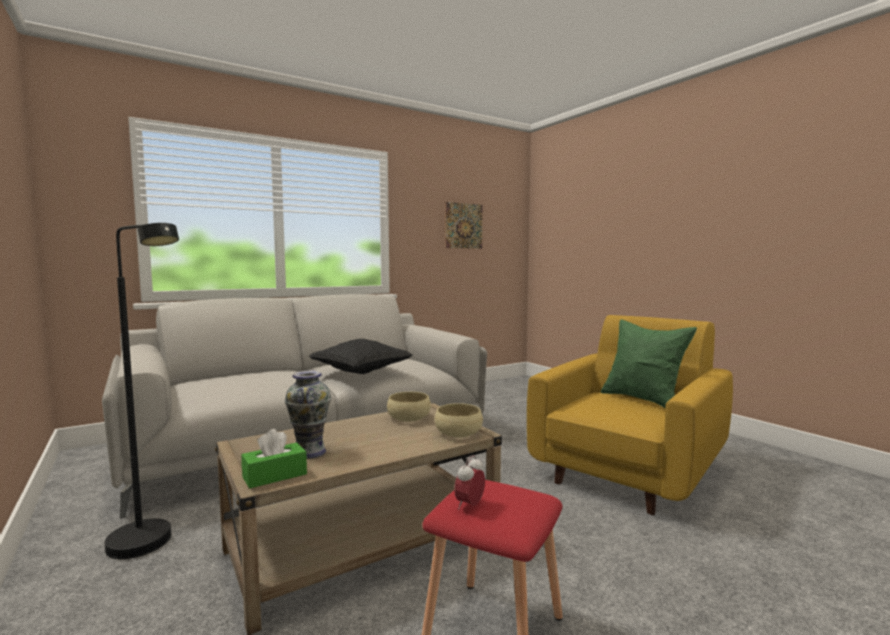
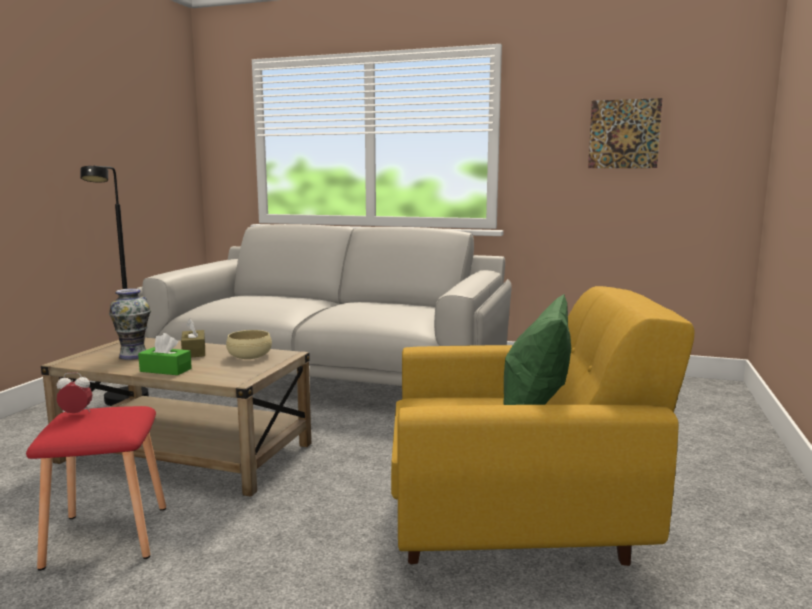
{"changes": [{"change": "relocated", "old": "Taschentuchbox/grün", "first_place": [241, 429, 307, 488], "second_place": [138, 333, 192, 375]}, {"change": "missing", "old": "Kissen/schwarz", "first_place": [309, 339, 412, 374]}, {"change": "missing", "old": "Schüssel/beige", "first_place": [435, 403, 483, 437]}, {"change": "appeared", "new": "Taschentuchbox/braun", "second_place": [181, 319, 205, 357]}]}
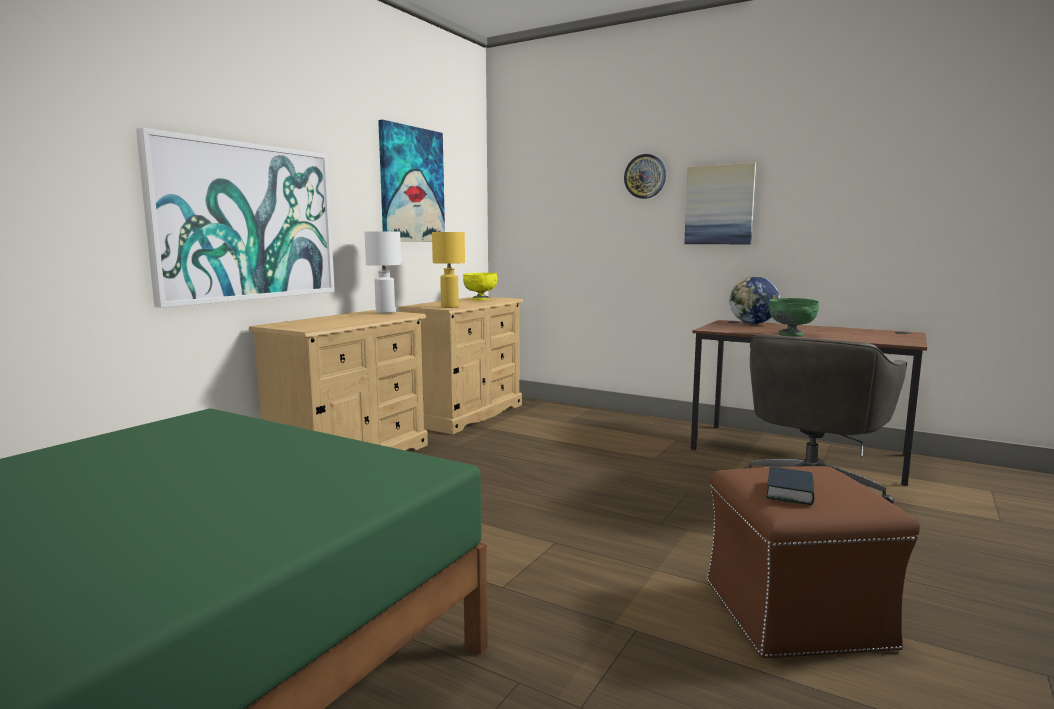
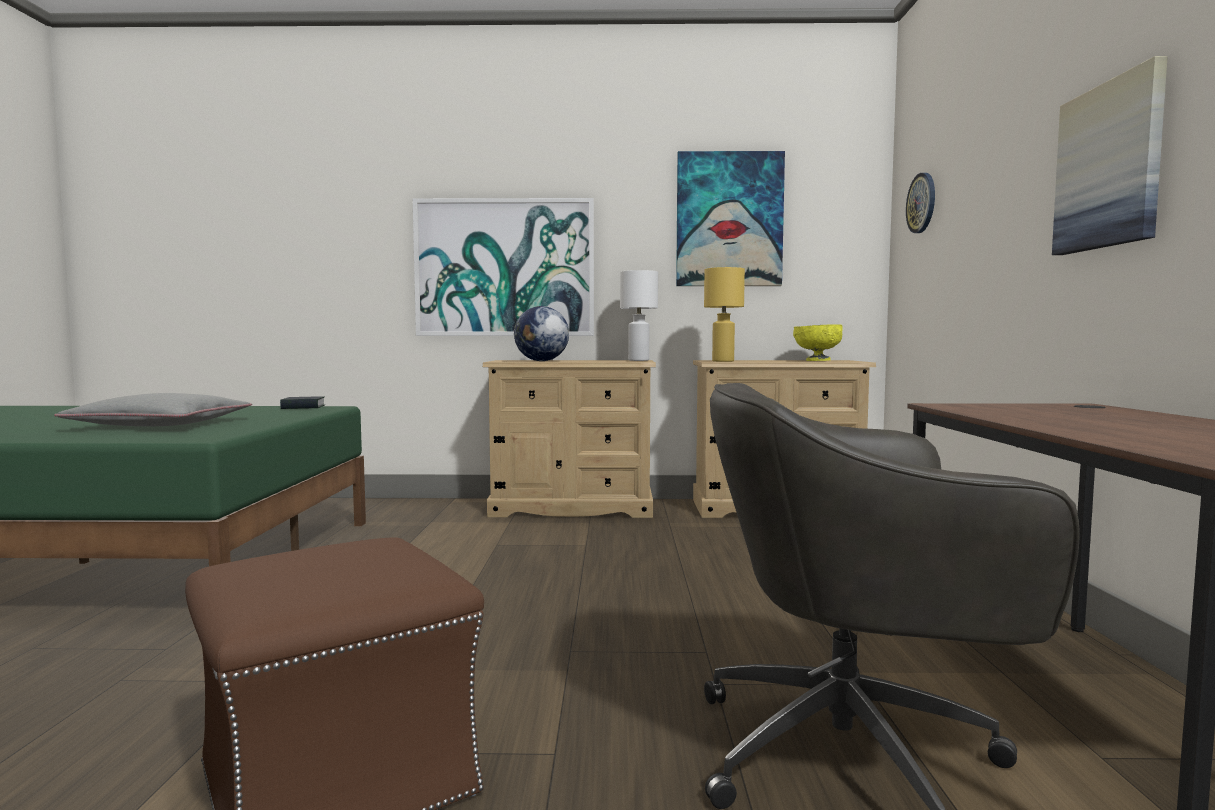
{"changes": [{"change": "relocated", "old": "Wanduhr", "first_place": [624, 154, 666, 199], "second_place": [906, 173, 935, 233]}, {"change": "relocated", "old": "Globus", "first_place": [730, 277, 780, 324], "second_place": [514, 306, 569, 361]}, {"change": "relocated", "old": "Buch", "first_place": [766, 467, 814, 505], "second_place": [280, 396, 325, 409]}, {"change": "missing", "old": "Schüssel/grün", "first_place": [769, 298, 819, 337]}, {"change": "appeared", "new": "Kissen/grau", "second_place": [54, 393, 252, 426]}]}
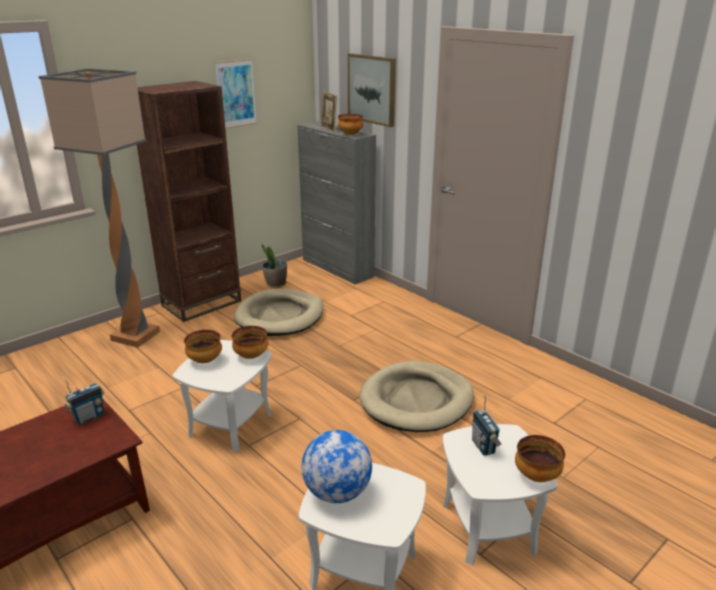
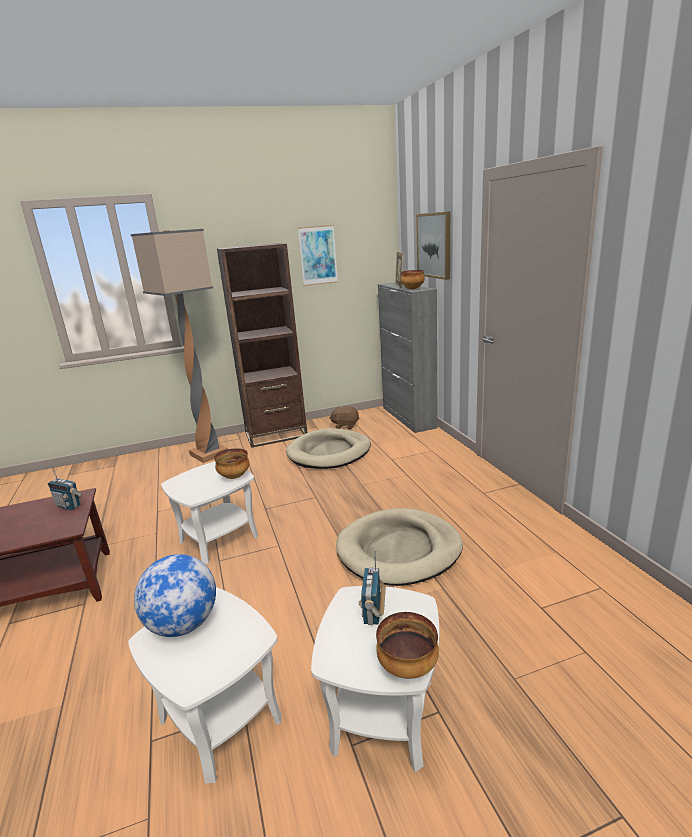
{"changes": [{"change": "spun", "old": "Radio", "first_place": [64, 380, 104, 425], "second_place": [48, 465, 82, 510], "degrees": 45}, {"change": "missing", "old": "Schüssel", "first_place": [184, 330, 222, 363]}, {"change": "exchanged", "old": "Topfpflanze", "new": "Plüschtier/braun", "first_place": [262, 244, 287, 288], "second_place": [329, 406, 359, 429]}]}
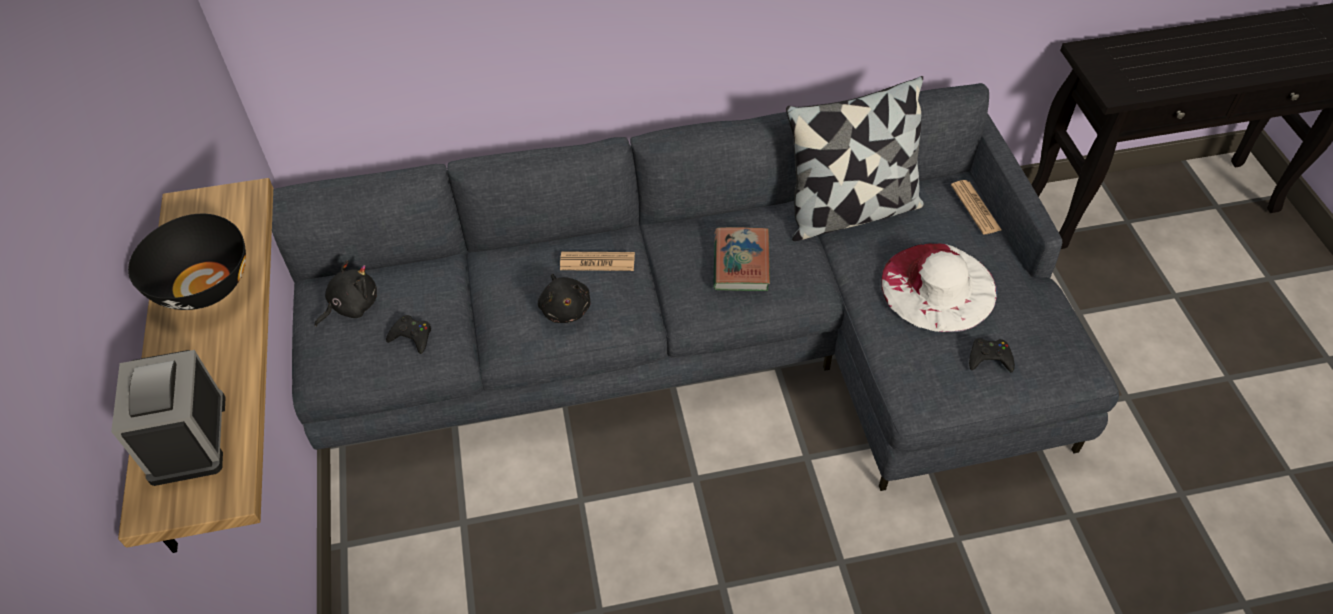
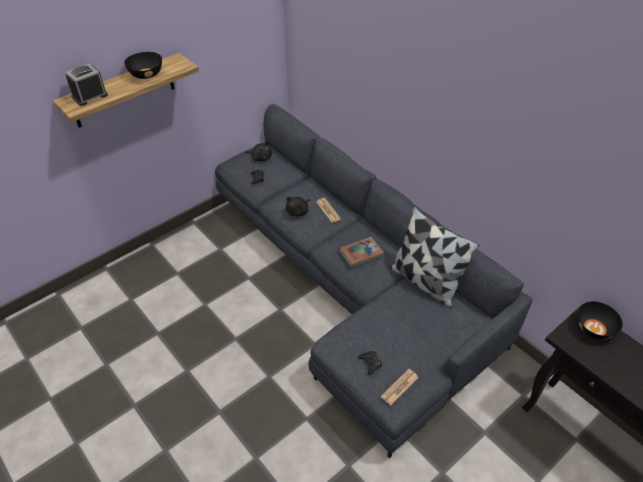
{"changes": [{"change": "missing", "old": "Hut/weiß", "first_place": [881, 243, 997, 332]}, {"change": "relocated", "old": "Zeitung", "first_place": [951, 180, 1002, 234], "second_place": [381, 369, 419, 405]}, {"change": "appeared", "new": "Schüssel/schwarz", "second_place": [578, 301, 623, 340]}]}
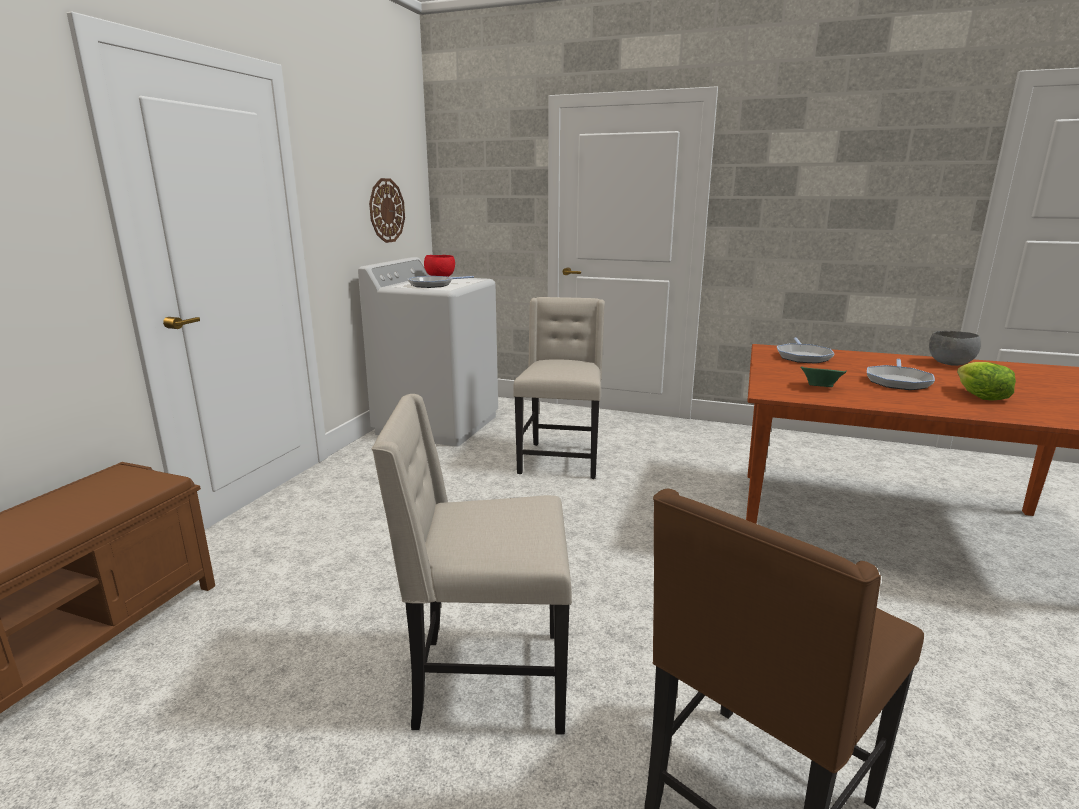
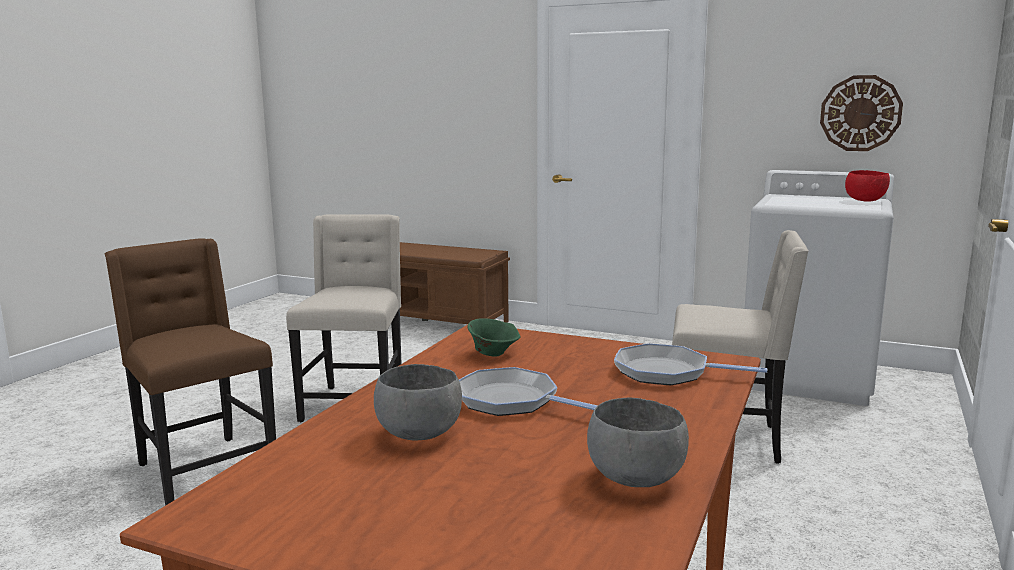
{"changes": [{"change": "missing", "old": "Pfanne", "first_place": [408, 276, 474, 288]}, {"change": "exchanged", "old": "Salatkopf", "new": "Schüssel/grau", "first_place": [957, 362, 1016, 401], "second_place": [374, 364, 462, 441]}]}
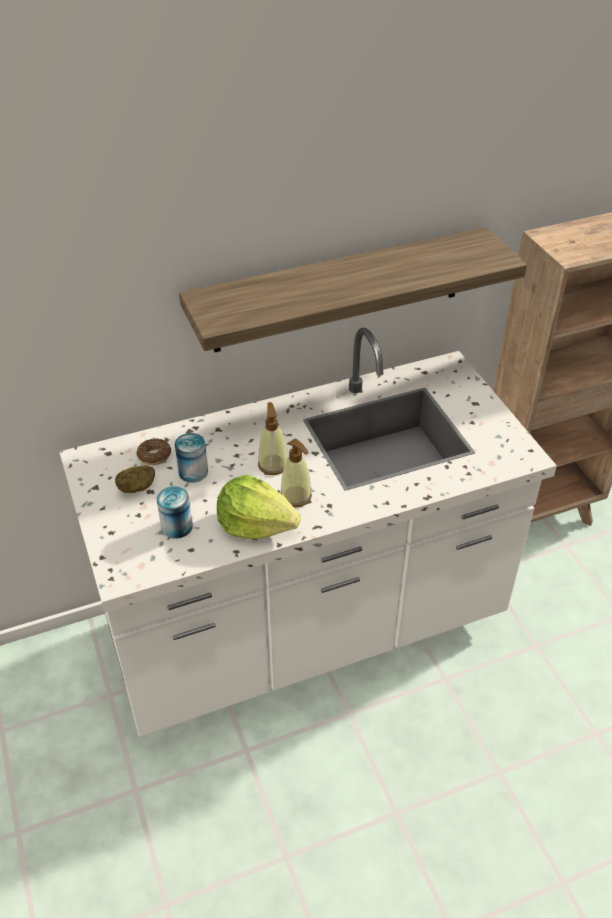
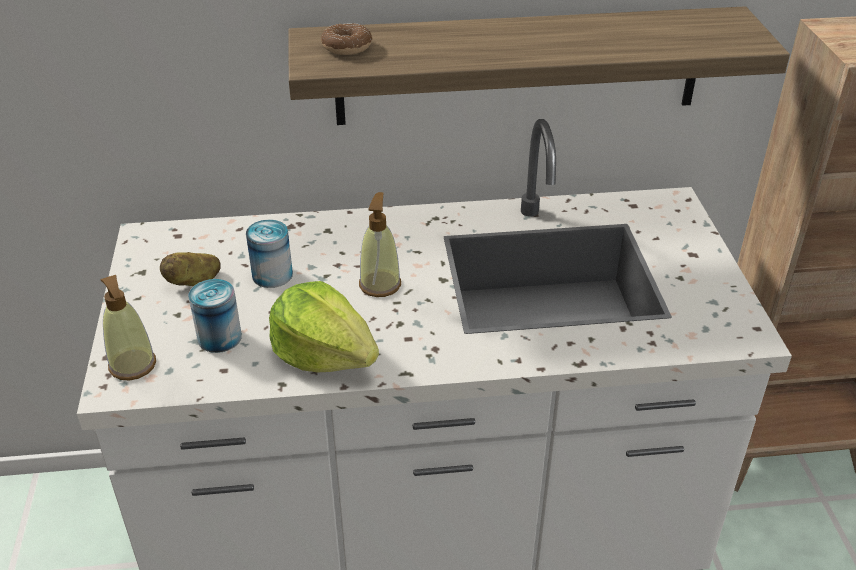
{"changes": [{"change": "relocated", "old": "Donut", "first_place": [136, 438, 171, 465], "second_place": [321, 23, 373, 55]}, {"change": "relocated", "old": "Seifenspender", "first_place": [280, 439, 312, 507], "second_place": [100, 275, 156, 381]}]}
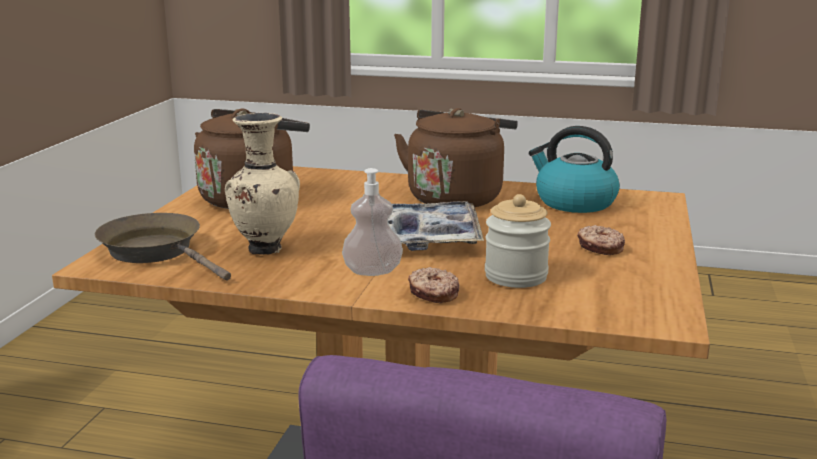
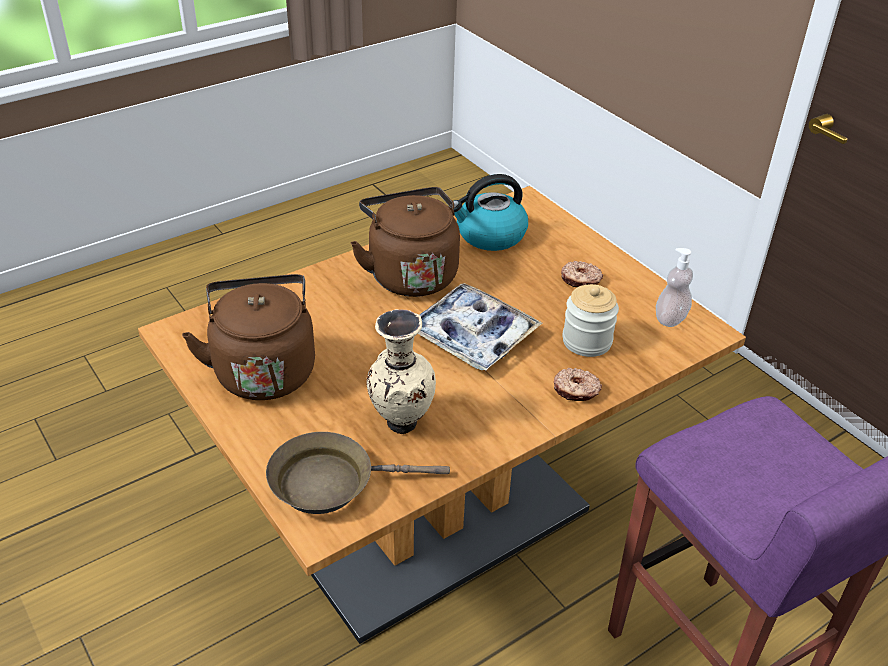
{"changes": [{"change": "relocated", "old": "Seifenspender", "first_place": [342, 168, 403, 276], "second_place": [656, 248, 693, 327]}]}
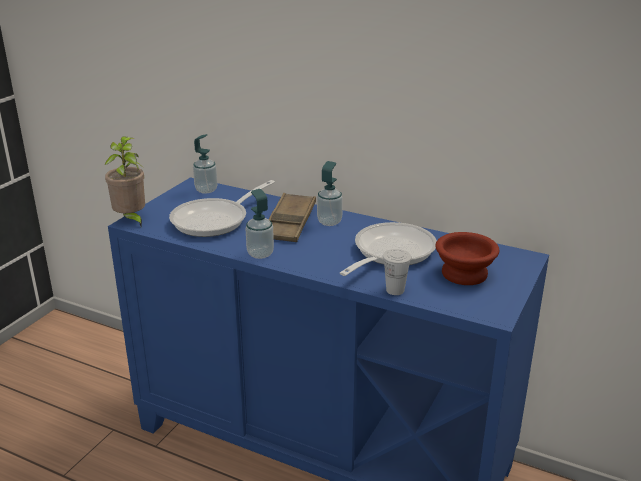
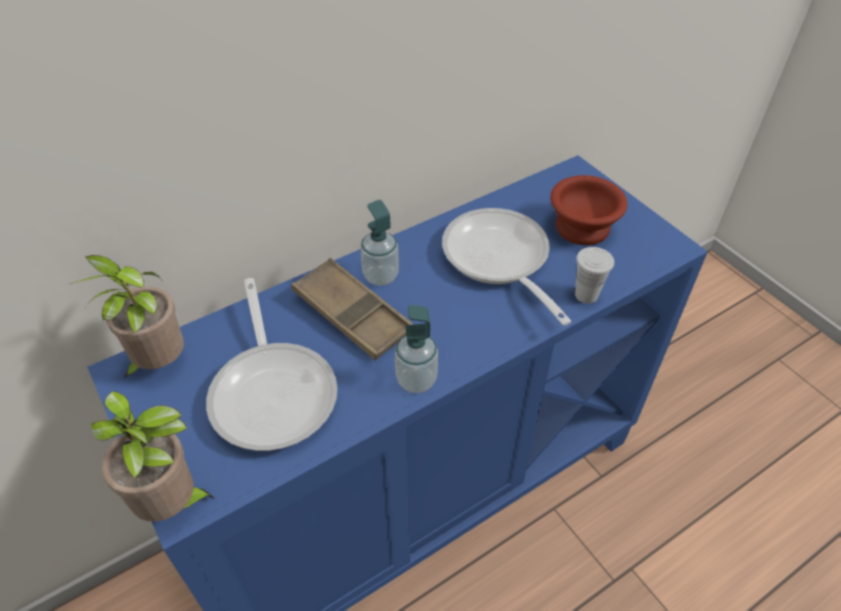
{"changes": [{"change": "exchanged", "old": "Seifenspender", "new": "Topfpflanze", "first_place": [193, 134, 218, 194], "second_place": [69, 255, 184, 378]}]}
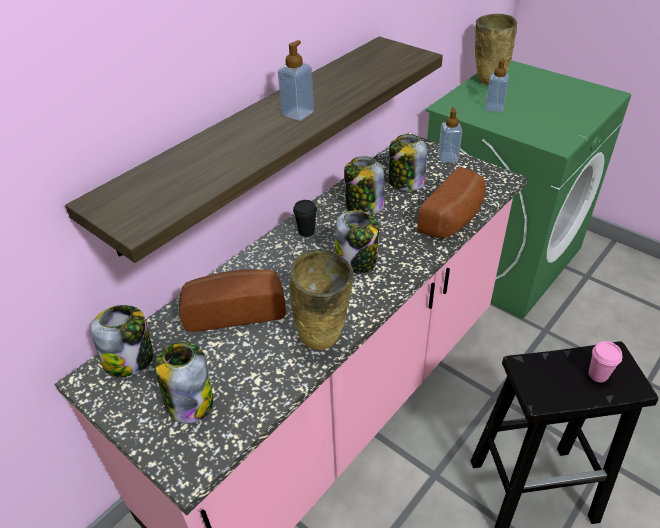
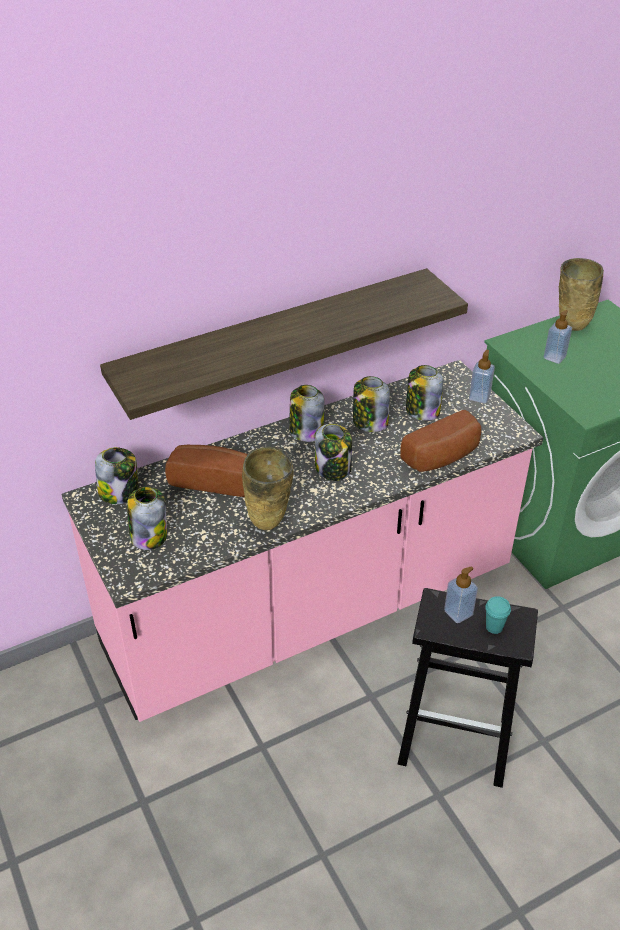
{"changes": [{"change": "relocated", "old": "Seifenspender", "first_place": [278, 40, 314, 121], "second_place": [444, 566, 478, 623]}, {"change": "exchanged", "old": "Tasse/schwarz", "new": "Vorratsglas", "first_place": [293, 200, 317, 237], "second_place": [289, 385, 324, 442]}, {"change": "colour", "old": "Tasse/rosa", "new": "Tasse/türkis", "first_place": [589, 341, 622, 382], "second_place": [485, 596, 511, 634]}]}
